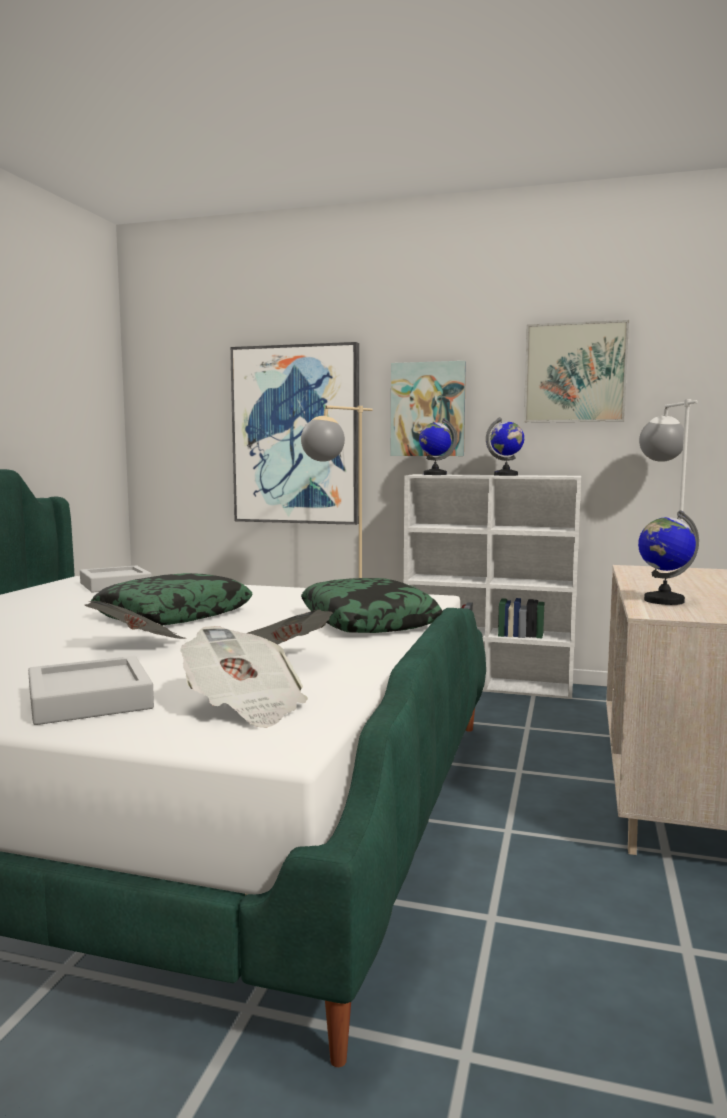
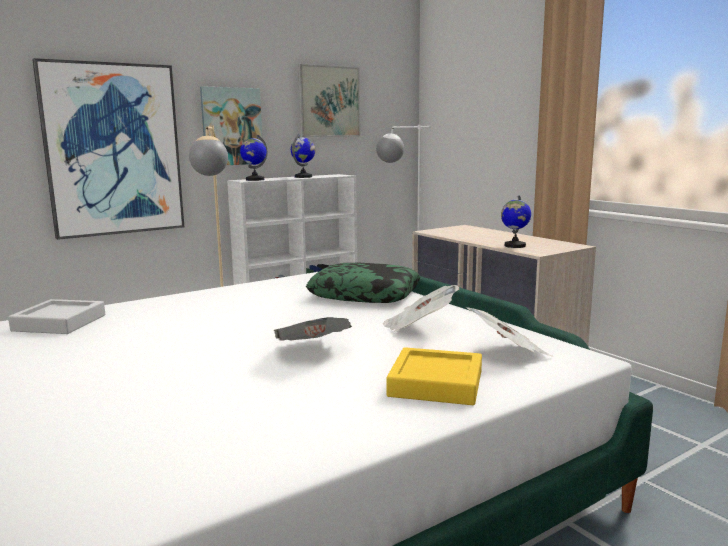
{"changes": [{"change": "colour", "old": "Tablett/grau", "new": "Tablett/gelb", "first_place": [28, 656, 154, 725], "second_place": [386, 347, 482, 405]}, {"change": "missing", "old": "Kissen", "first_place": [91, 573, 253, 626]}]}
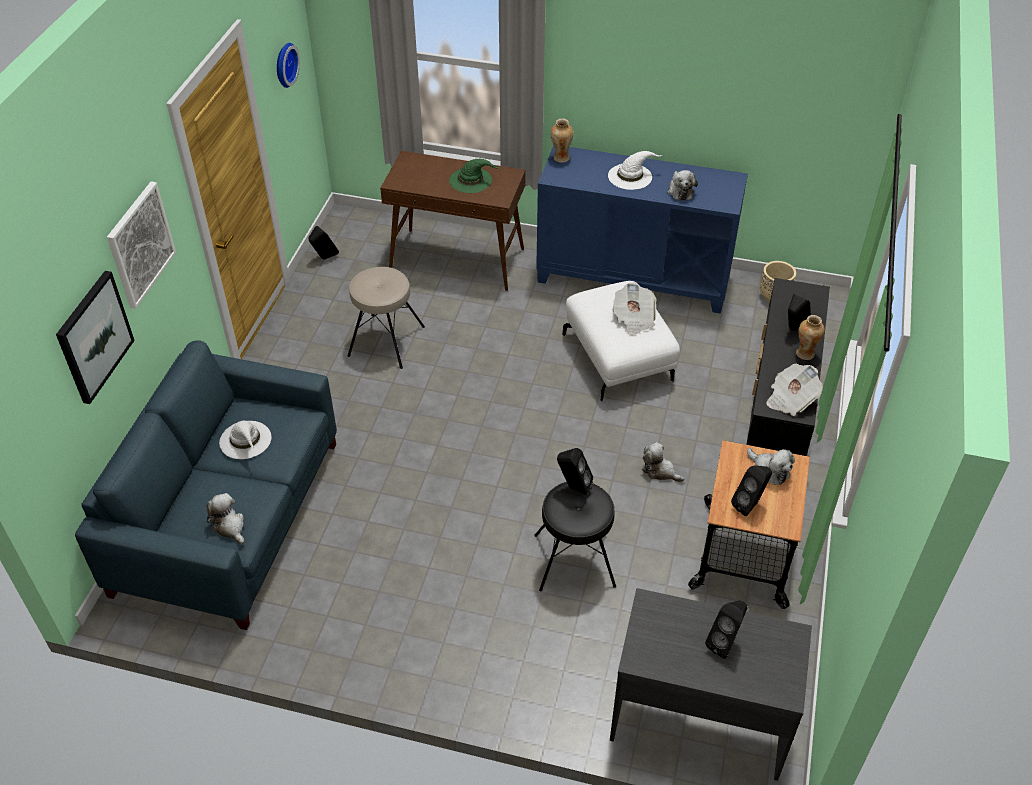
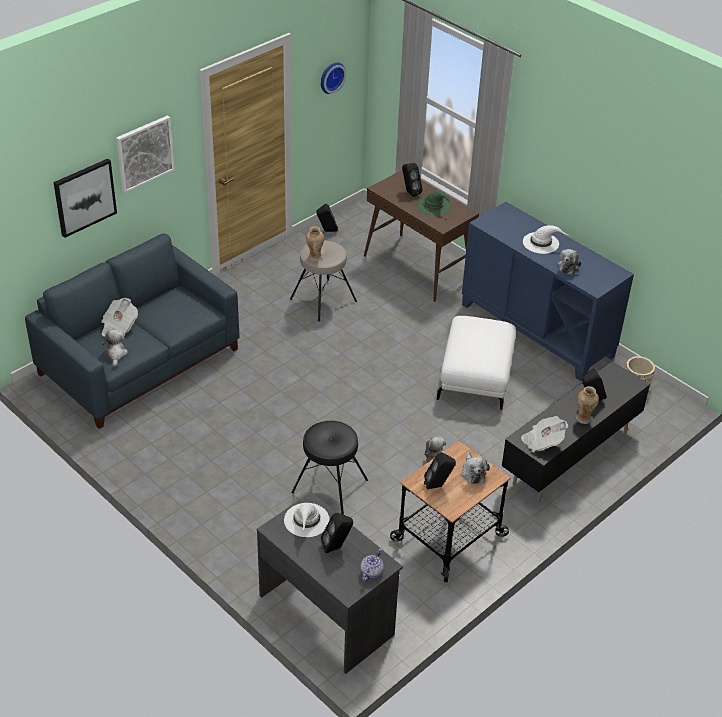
{"changes": [{"change": "relocated", "old": "Hut/weiß", "first_place": [219, 421, 271, 459], "second_place": [284, 503, 330, 537]}, {"change": "relocated", "old": "Vase", "first_place": [551, 118, 573, 163], "second_place": [306, 226, 324, 261]}, {"change": "relocated", "old": "Lautsprecher/schwarz", "first_place": [557, 448, 593, 495], "second_place": [402, 163, 423, 197]}, {"change": "relocated", "old": "Zeitung", "first_place": [612, 282, 656, 335], "second_place": [101, 298, 138, 336]}, {"change": "appeared", "new": "Teekanne", "second_place": [360, 548, 384, 581]}]}
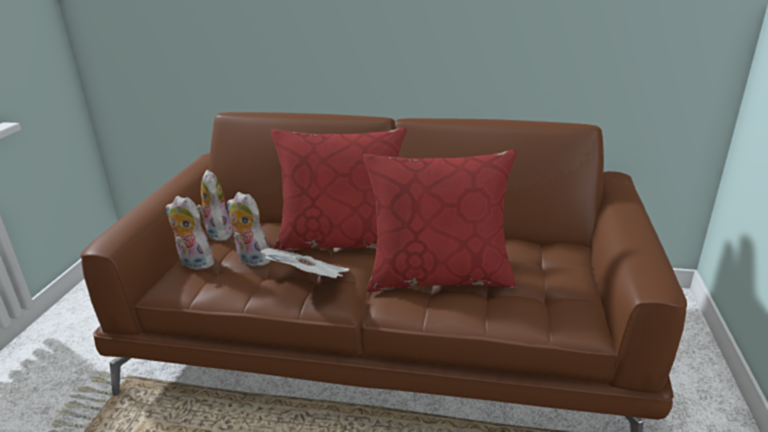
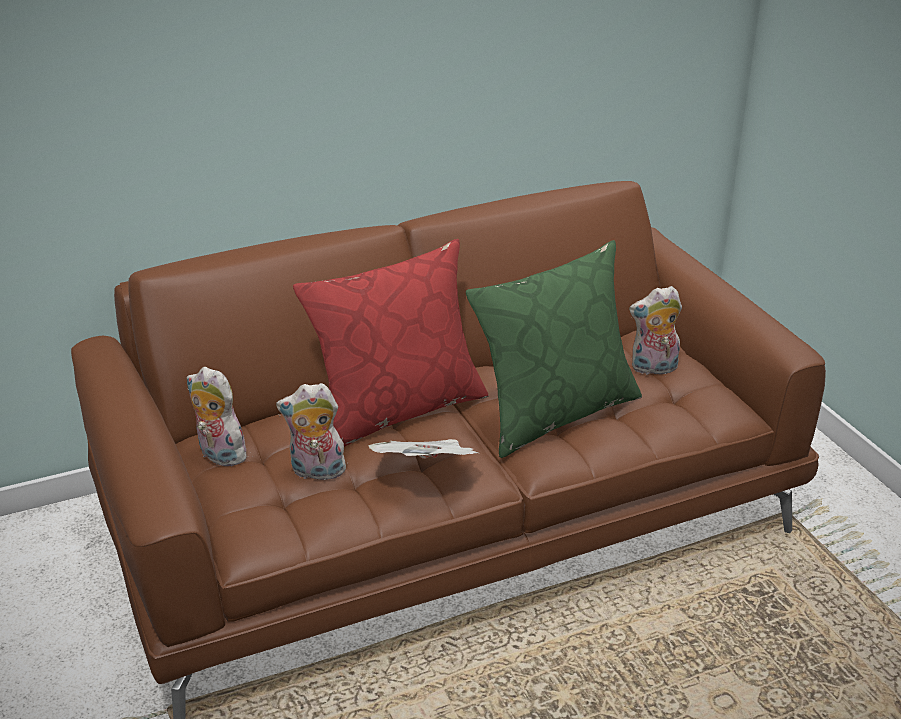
{"changes": [{"change": "relocated", "old": "Plüschtier", "first_place": [166, 196, 214, 270], "second_place": [629, 286, 682, 375]}, {"change": "colour", "old": "Kissen/rot", "new": "Kissen/grün", "first_place": [363, 149, 517, 292], "second_place": [466, 240, 642, 458]}]}
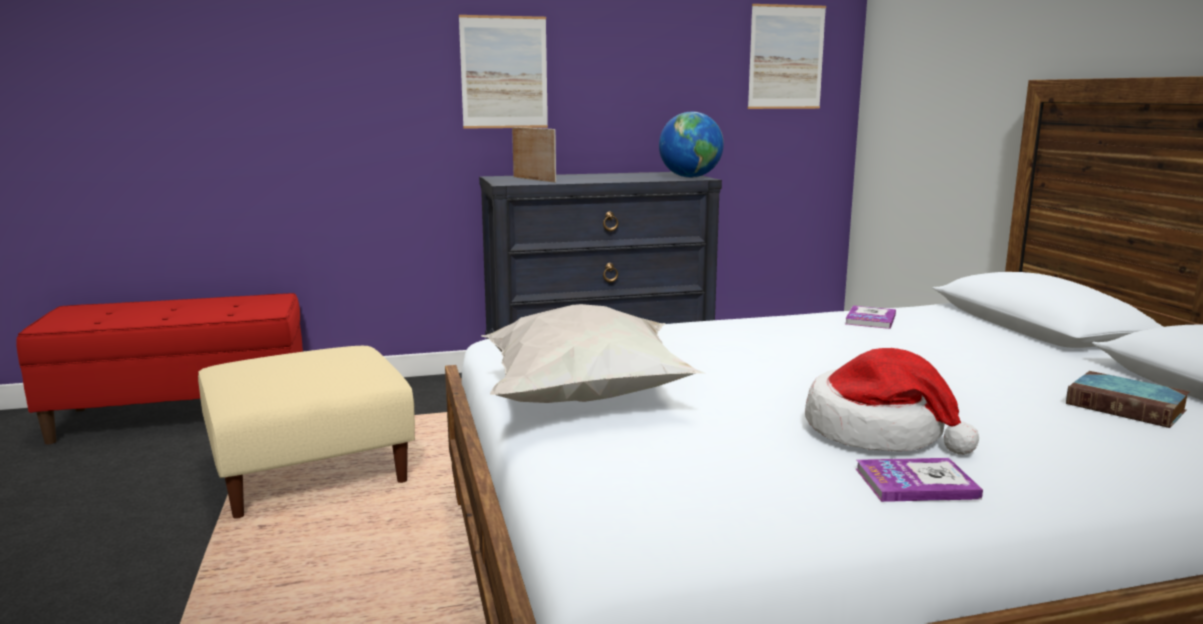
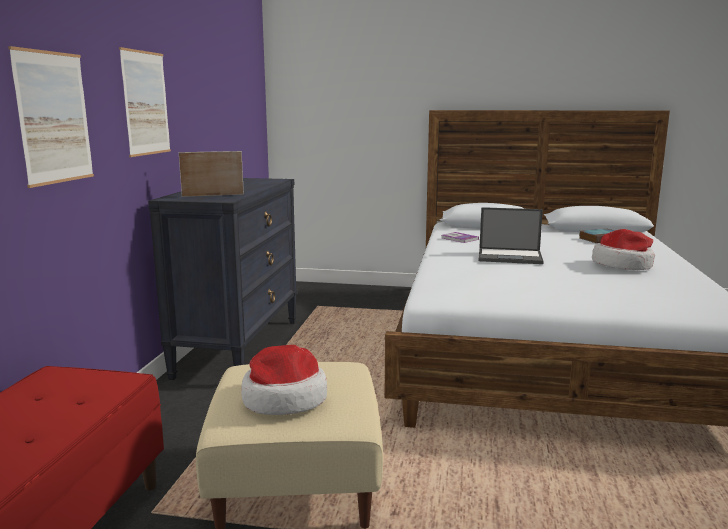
{"changes": [{"change": "missing", "old": "Kissen/weiß", "first_place": [481, 304, 704, 403]}, {"change": "missing", "old": "Globus", "first_place": [659, 111, 724, 178]}, {"change": "relocated", "old": "Bild", "first_place": [748, 4, 826, 109], "second_place": [8, 46, 94, 188]}, {"change": "missing", "old": "Buch", "first_place": [856, 458, 983, 502]}, {"change": "appeared", "new": "Hut", "second_place": [241, 345, 327, 415]}, {"change": "appeared", "new": "Laptop", "second_place": [479, 207, 544, 264]}]}
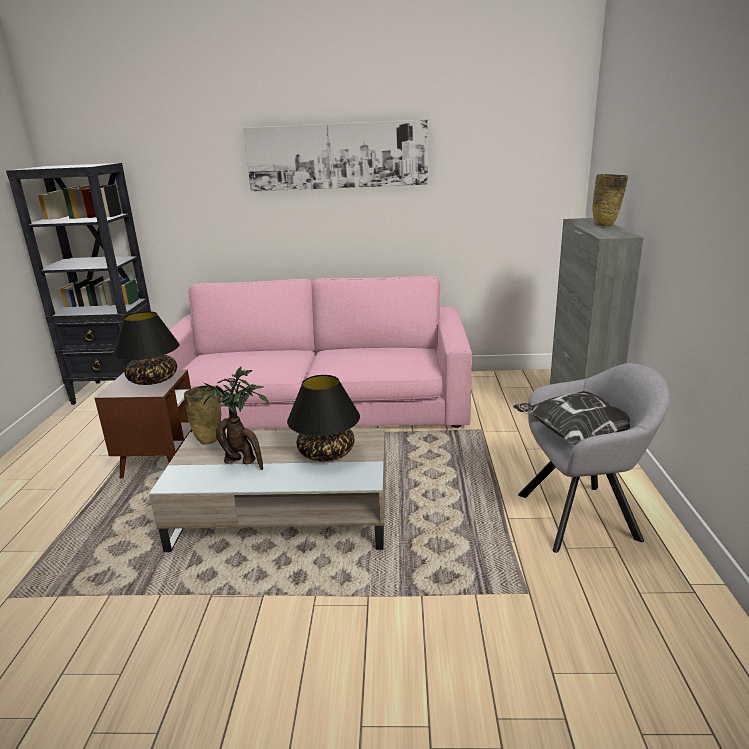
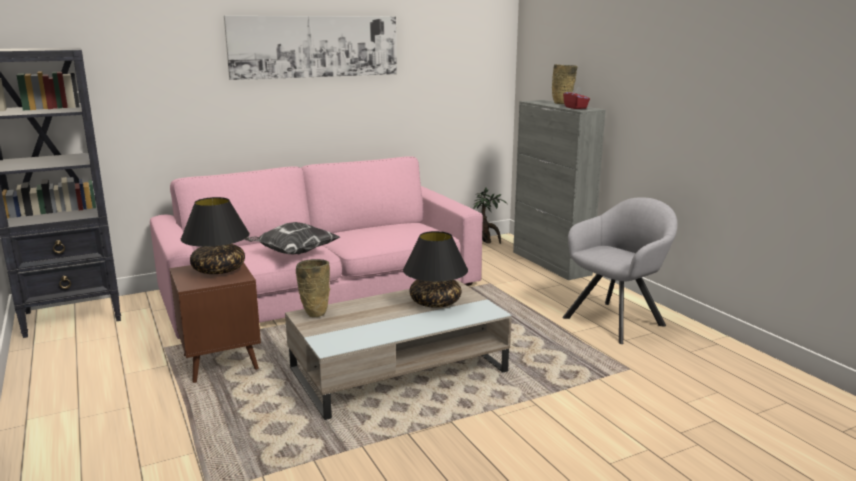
{"changes": [{"change": "relocated", "old": "Topfpflanze", "first_place": [197, 366, 269, 470], "second_place": [473, 188, 507, 244]}, {"change": "relocated", "old": "Kissen", "first_place": [513, 391, 630, 445], "second_place": [244, 222, 340, 254]}, {"change": "appeared", "new": "Taschentuchbox/rot", "second_place": [563, 87, 590, 109]}]}
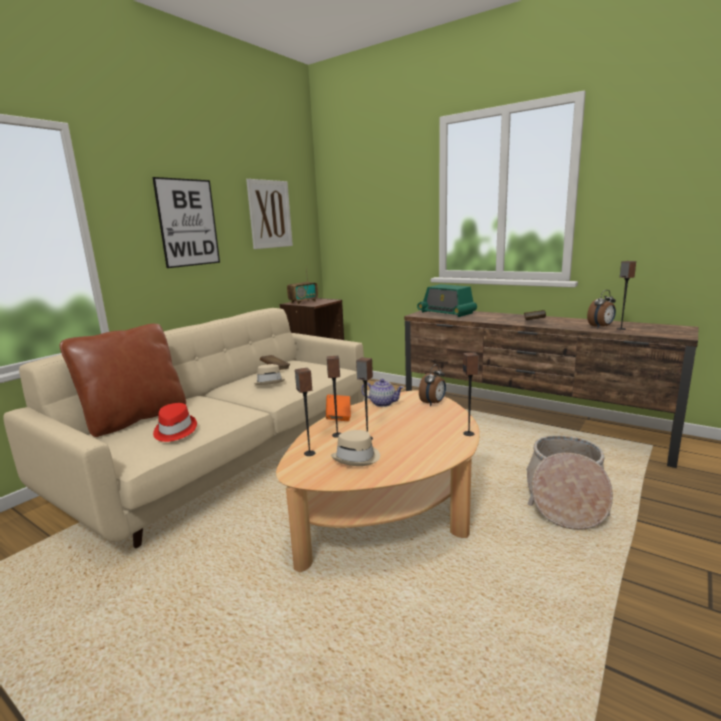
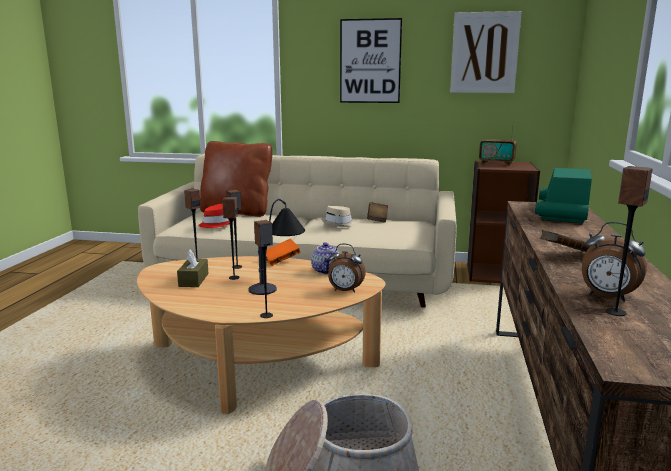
{"changes": [{"change": "exchanged", "old": "Hut/beige", "new": "Taschentuchbox/braun", "first_place": [331, 430, 380, 466], "second_place": [177, 250, 209, 287]}, {"change": "appeared", "new": "Tischlampe", "second_place": [248, 199, 305, 295]}]}
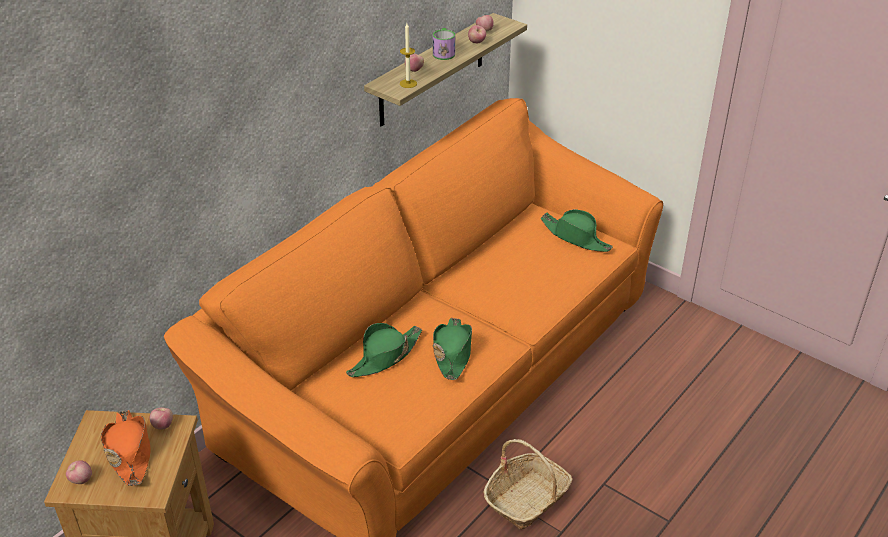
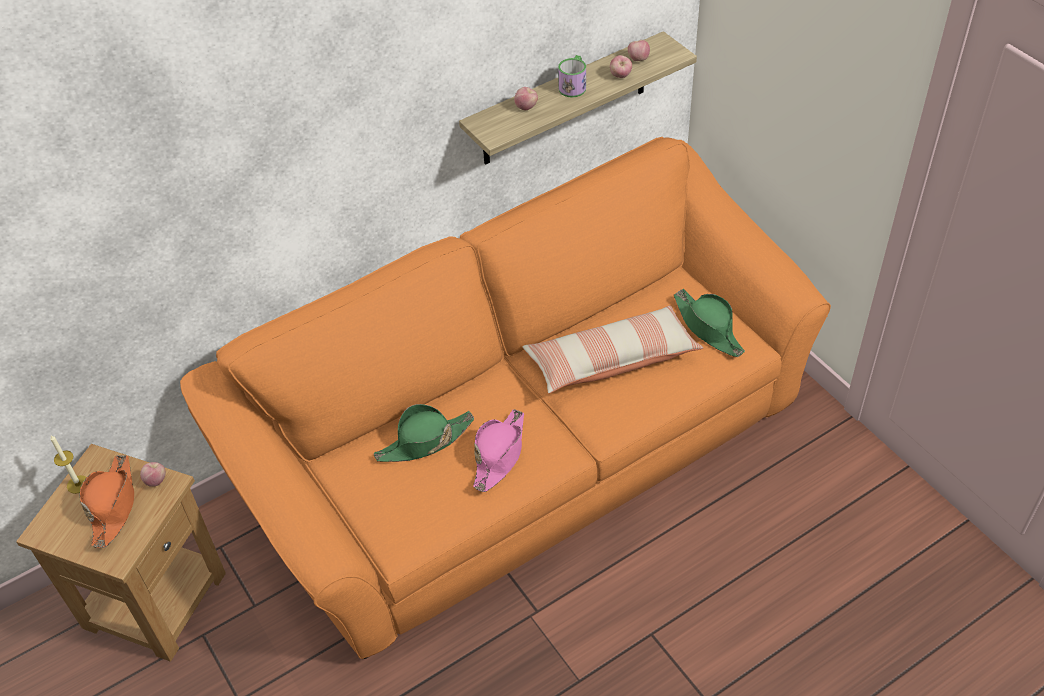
{"changes": [{"change": "missing", "old": "Apfel", "first_place": [66, 460, 92, 484]}, {"change": "relocated", "old": "Kerze", "first_place": [400, 24, 417, 88], "second_place": [50, 435, 87, 494]}, {"change": "colour", "old": "Hut/grün", "new": "Hut/rosa", "first_place": [433, 318, 472, 380], "second_place": [473, 409, 524, 492]}, {"change": "missing", "old": "Korb", "first_place": [483, 439, 573, 530]}, {"change": "appeared", "new": "Kissen", "second_place": [522, 306, 703, 394]}]}
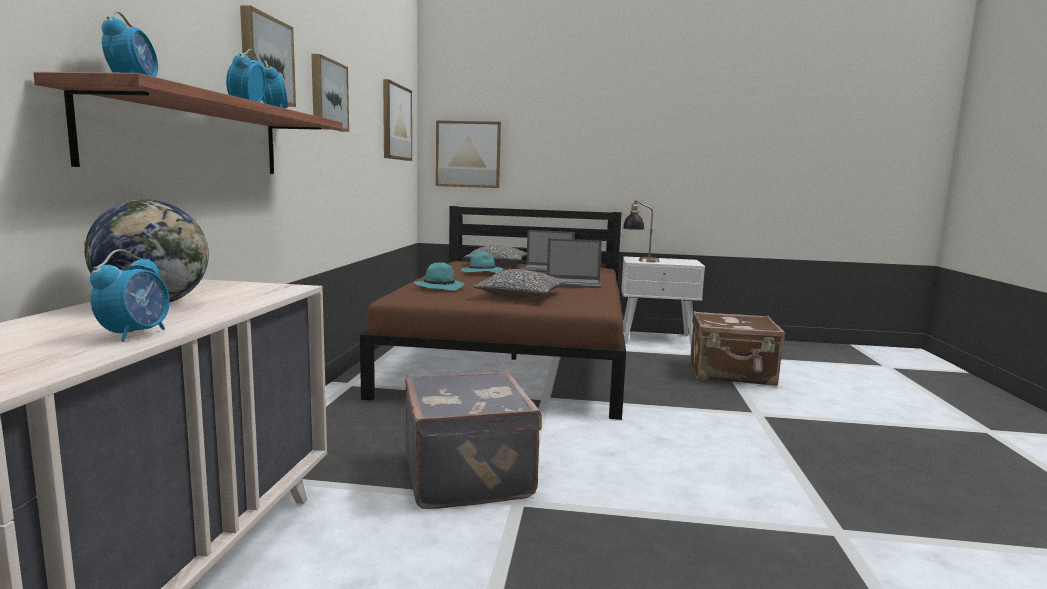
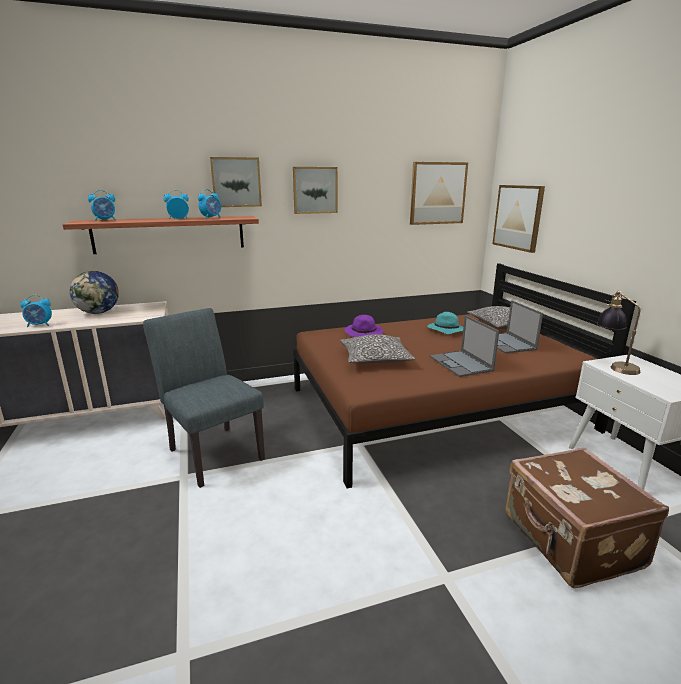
{"changes": [{"change": "exchanged", "old": "Koffer/grau", "new": "Stuhl/grau", "first_place": [405, 371, 542, 509], "second_place": [143, 308, 265, 488]}, {"change": "colour", "old": "Hut/türkis", "new": "Hut/lila", "first_place": [414, 262, 464, 291], "second_place": [345, 315, 383, 337]}]}
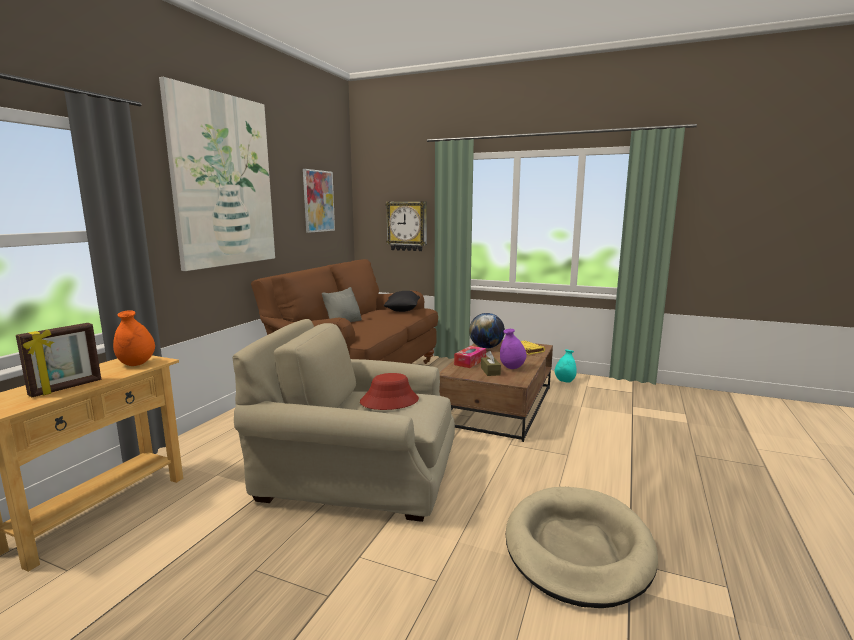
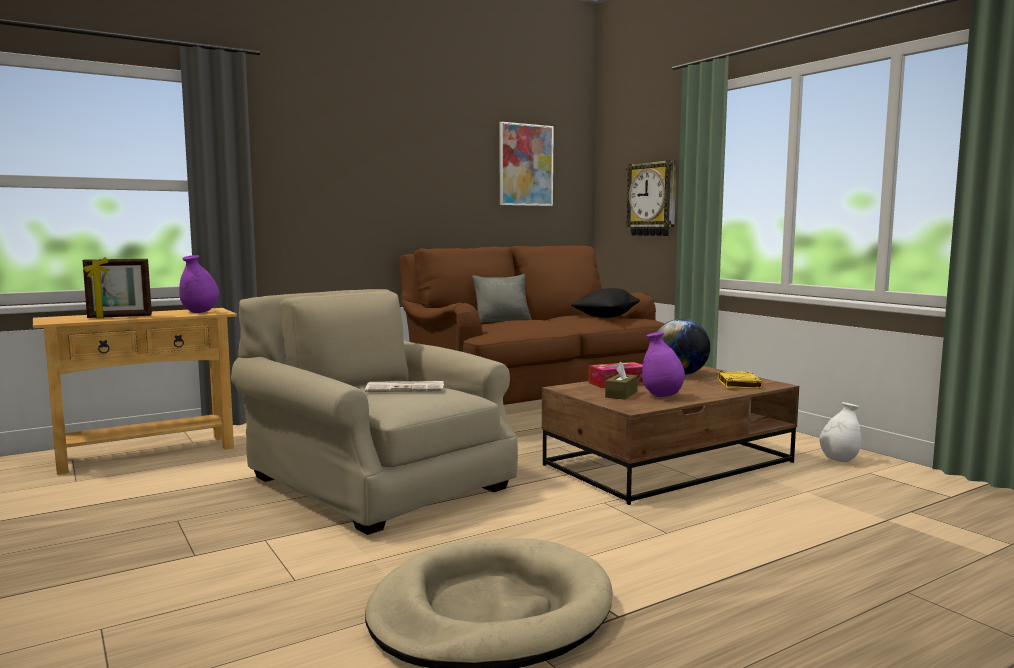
{"changes": [{"change": "colour", "old": "Vase/orange", "new": "Vase/lila", "first_place": [113, 310, 155, 366], "second_place": [179, 255, 219, 313]}, {"change": "missing", "old": "Bild", "first_place": [159, 77, 275, 271]}, {"change": "exchanged", "old": "Hut/rot", "new": "Zeitung", "first_place": [360, 373, 419, 410], "second_place": [365, 381, 444, 392]}, {"change": "colour", "old": "Vase/türkis", "new": "Vase/weiß", "first_place": [555, 349, 577, 383], "second_place": [819, 402, 861, 462]}]}
